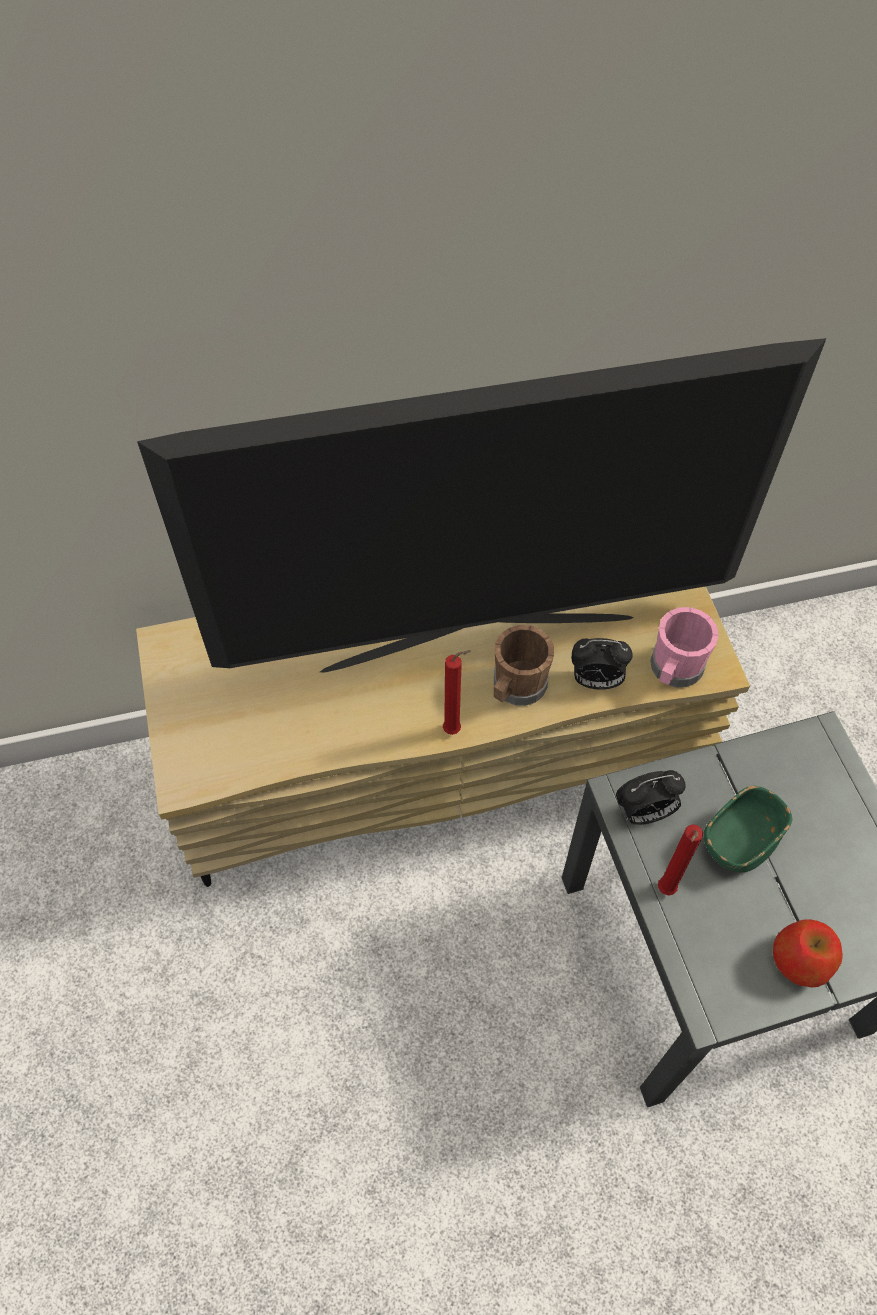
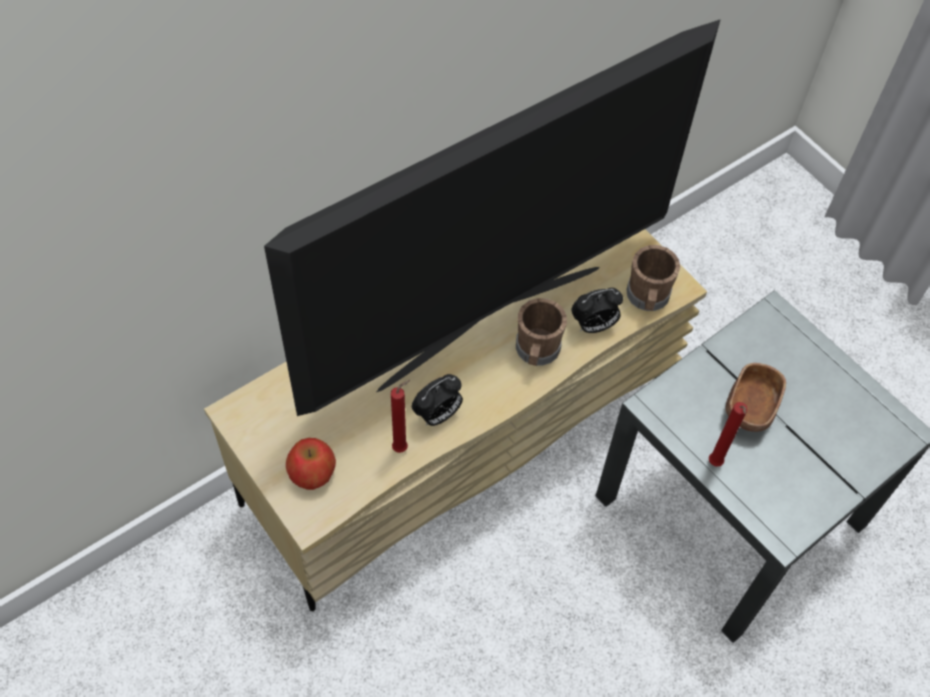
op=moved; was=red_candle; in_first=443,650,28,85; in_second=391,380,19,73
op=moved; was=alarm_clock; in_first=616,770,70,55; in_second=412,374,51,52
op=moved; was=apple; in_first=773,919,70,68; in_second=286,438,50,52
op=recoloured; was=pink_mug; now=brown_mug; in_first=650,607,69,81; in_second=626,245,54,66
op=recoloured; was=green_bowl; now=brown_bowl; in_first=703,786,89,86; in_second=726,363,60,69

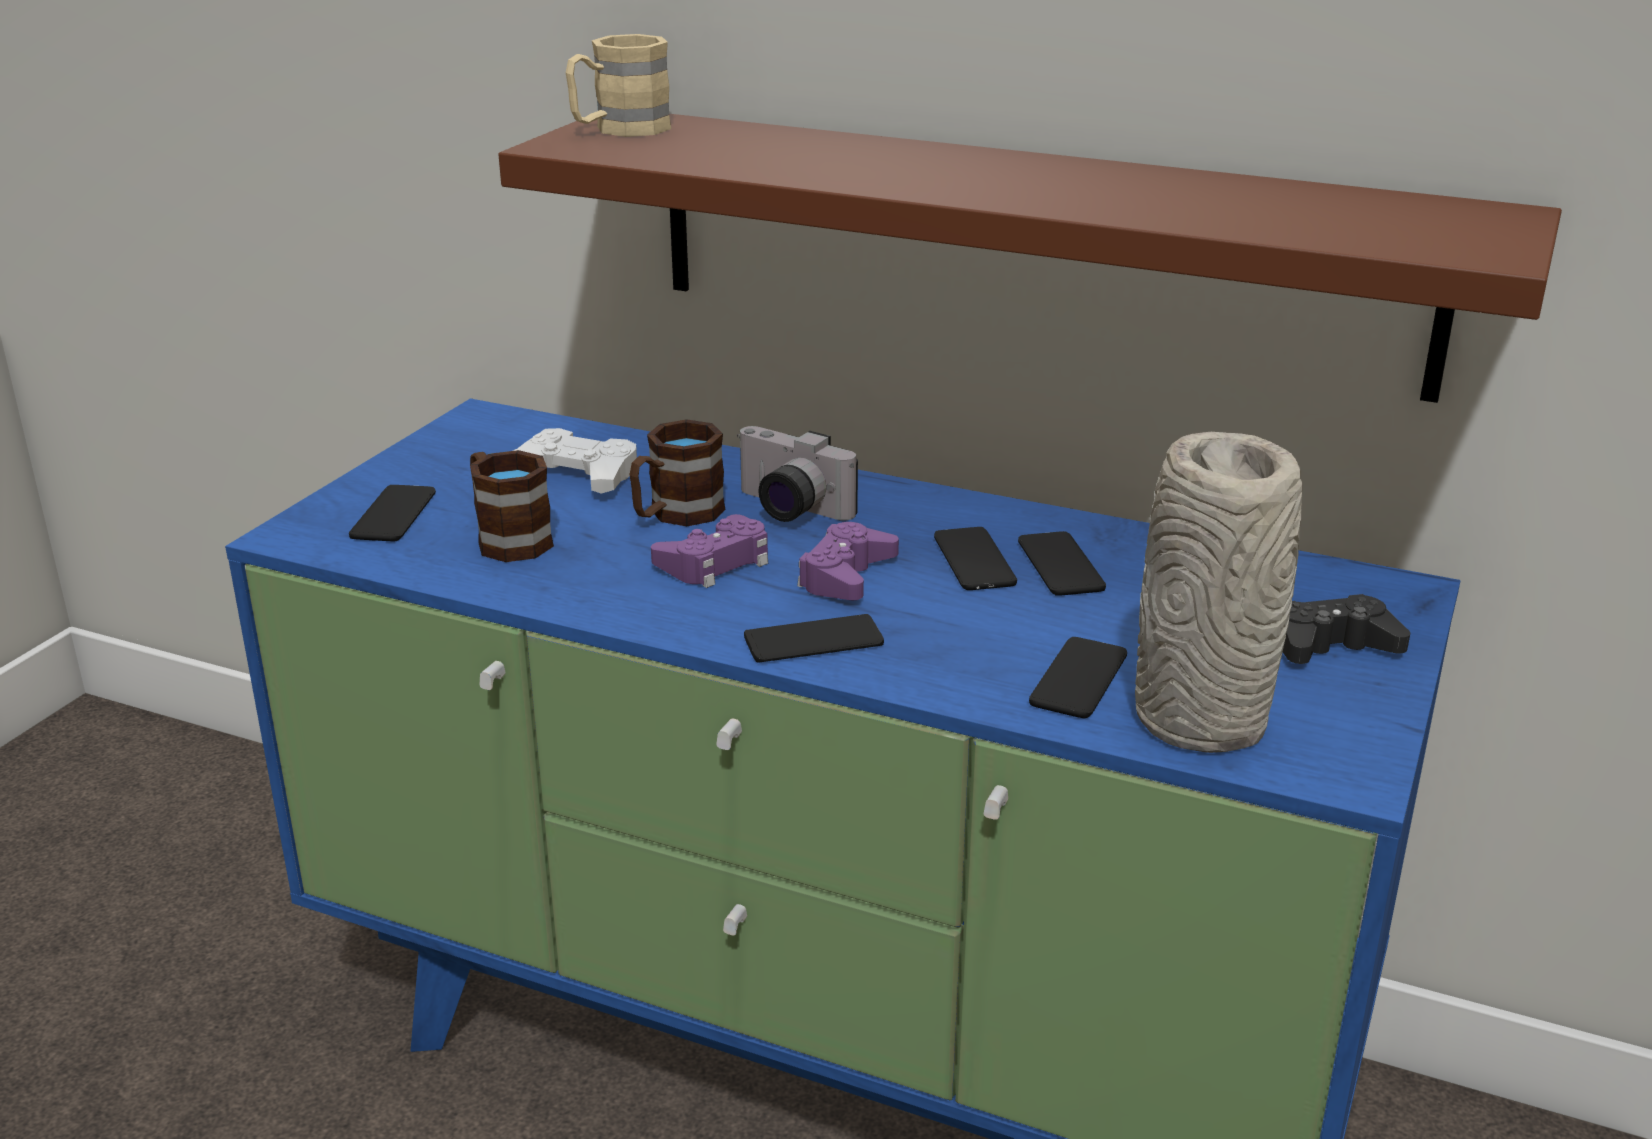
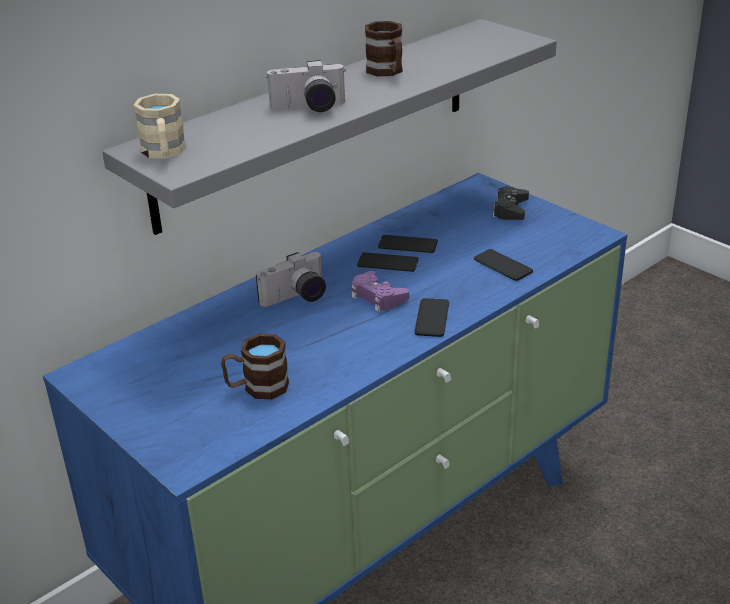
op=removed; was=phone; in_first=349,485,87,56
op=removed; was=white_game_controller; in_first=513,428,124,66
op=removed; was=purple_game_controller; in_first=651,514,117,74
op=removed; was=grey_vase; in_first=1135,432,168,321
op=added; now=photo_camera; in_second=266,60,80,52
op=moved; was=brown_mug; in_first=629,419,96,107; in_second=365,21,38,56
op=recoloured; was=brown_shelf; now=grey_shelf; in_first=498,114,1064,289; in_second=102,19,455,216

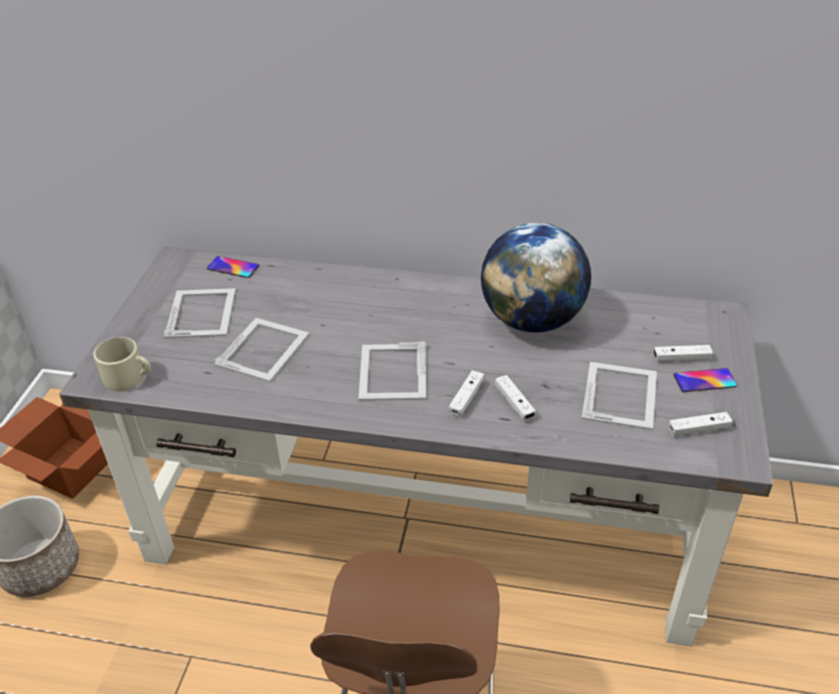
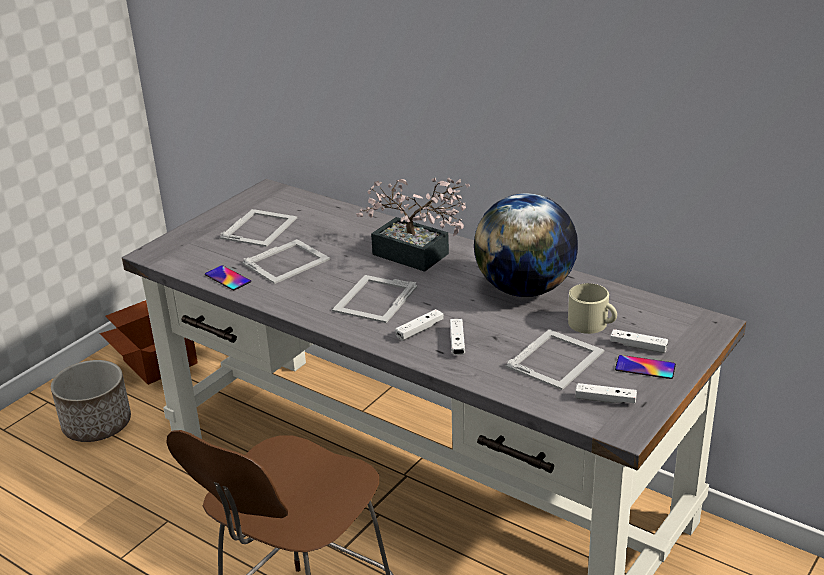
op=added; now=potted_plant; in_second=356,178,114,94
op=moved; was=beige_mug; in_first=94,337,57,55; in_second=568,283,49,51
op=moved; was=phone; in_first=207,256,52,22; in_second=205,265,46,25

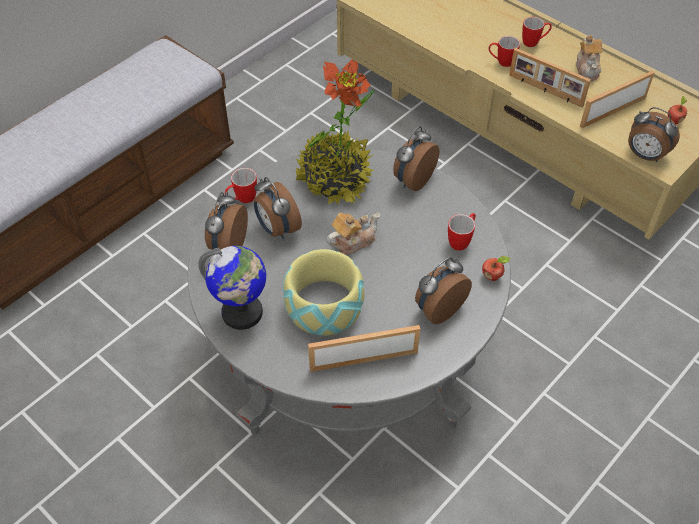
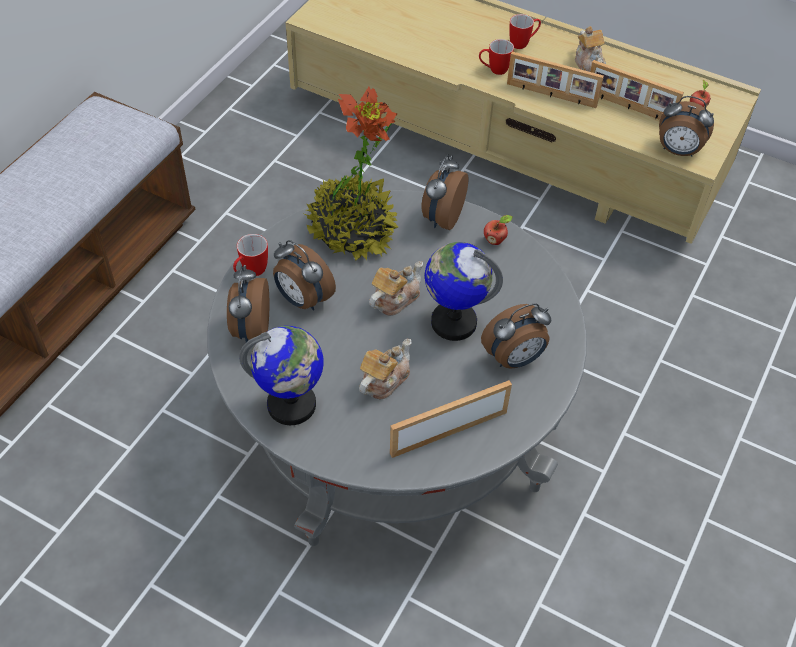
op=removed; was=mug; in_first=448,213,28,38
op=added; now=globe; in_second=425,242,78,99
op=moved; was=apple; in_first=482,256,28,25; in_second=484,215,29,30
op=replaced; was=bowl; now=teapot; in_first=283,249,82,87; in_second=359,339,53,60
op=turned; was=alarm_clock; in_first=415,257,57,67; in_second=481,303,70,66; clockwise=-150
op=turned; was=picture_frame; in_first=580,71,74,57; in_second=590,60,94,60; clockwise=-105

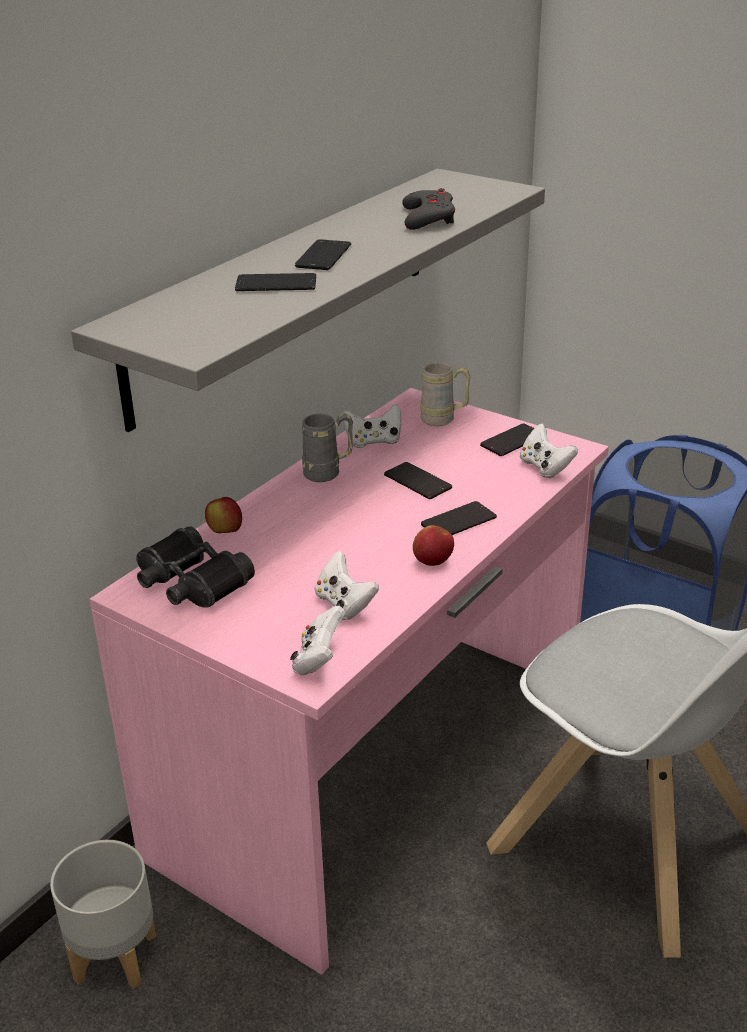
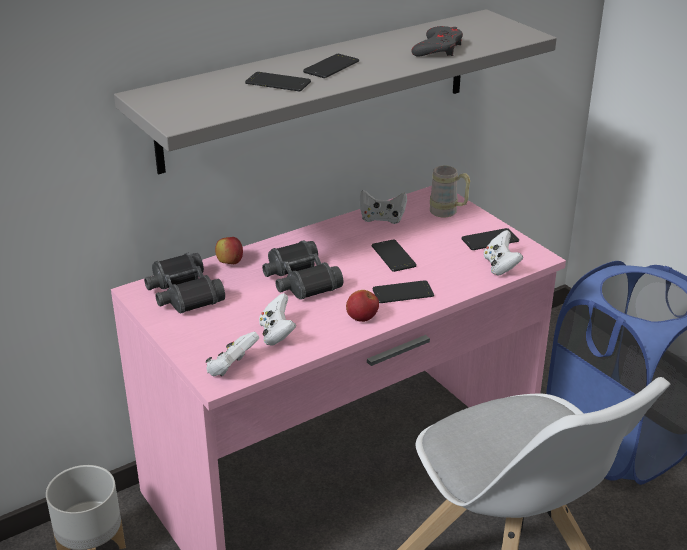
op=removed; was=grey_mug; in_first=302,413,51,69
op=added; now=black_binoculars; in_second=262,240,81,59

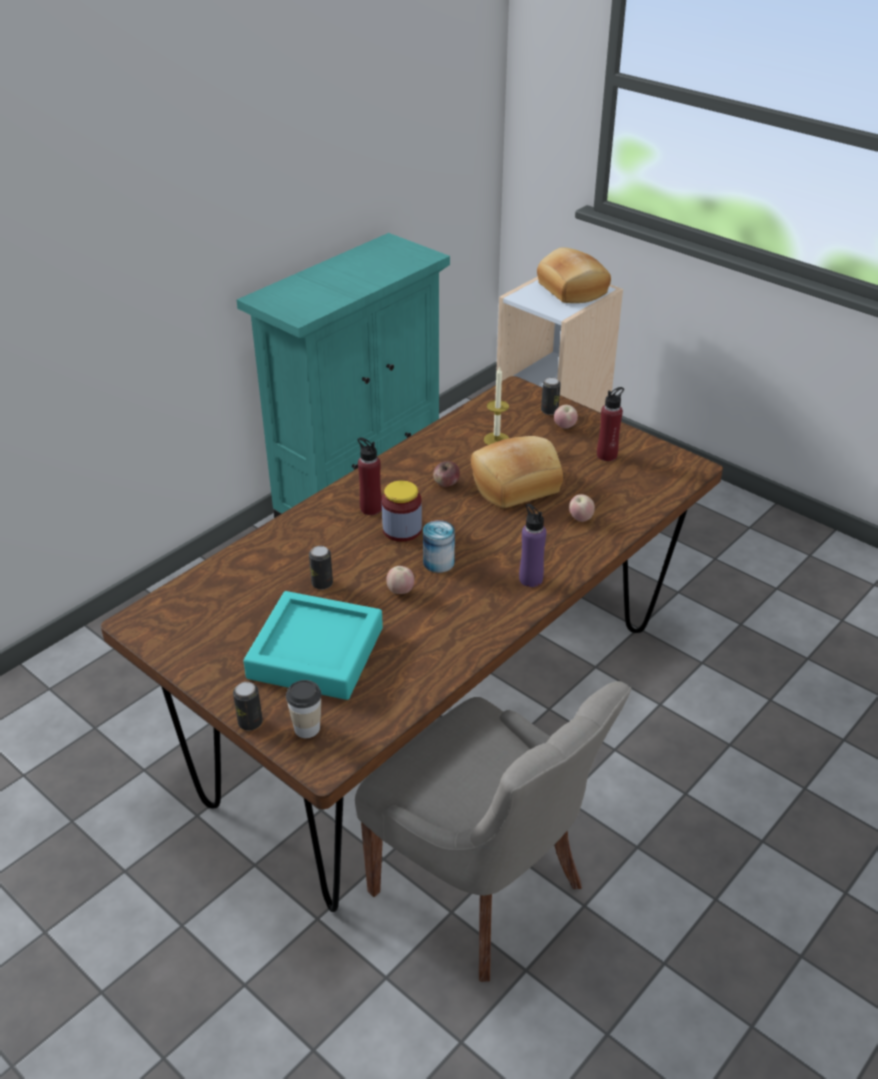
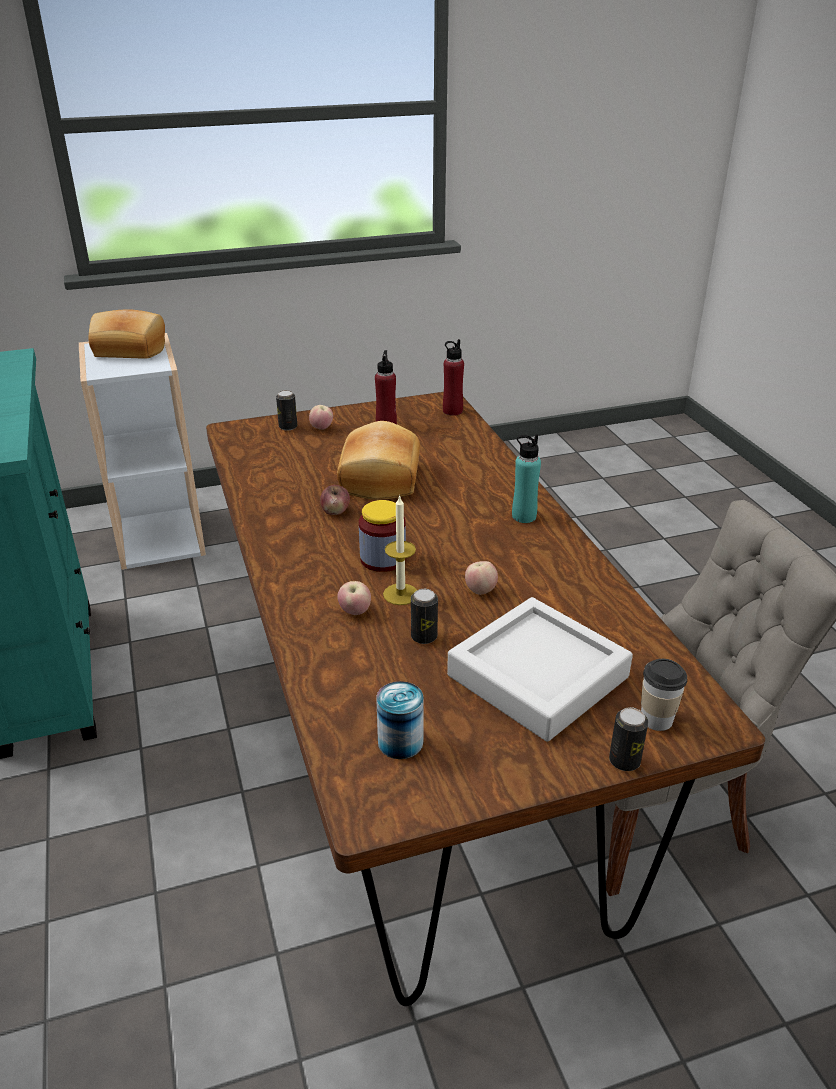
op=moved; was=red_bottle; in_first=357,437,25,78; in_second=443,339,21,77
op=moved; was=can; in_first=423,520,32,53; in_second=376,681,48,78
op=moved; was=candle; in_first=484,366,25,79; in_second=383,495,34,110
op=moved; was=apple; in_first=569,494,26,28; in_second=337,581,34,34
op=recoloured; was=turquoise_tray; now=grey_tray; in_first=244,591,139,109; in_second=447,597,186,145
op=recoloured; was=purple_bottle; now=turquoise_bottle; in_first=519,504,28,83; in_second=512,434,29,89

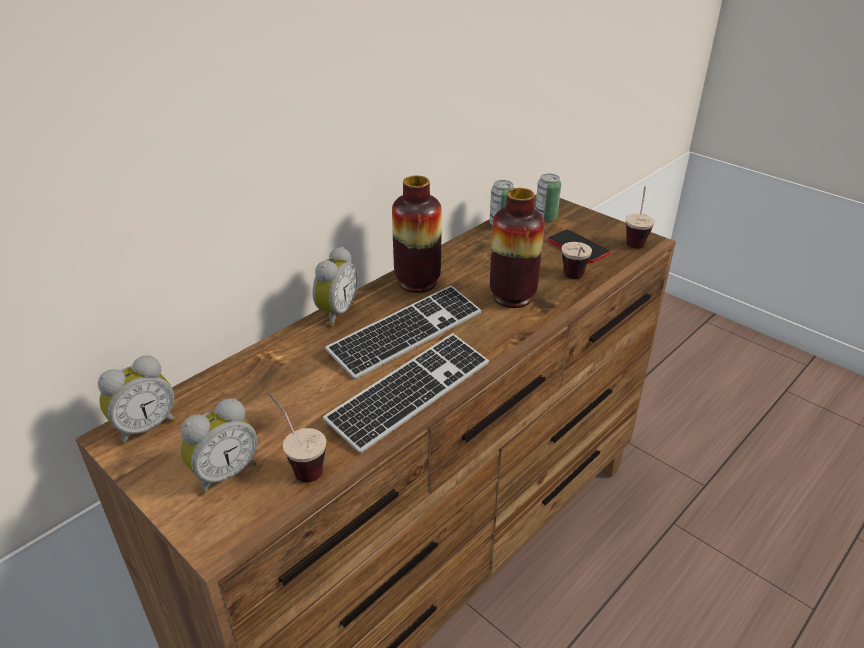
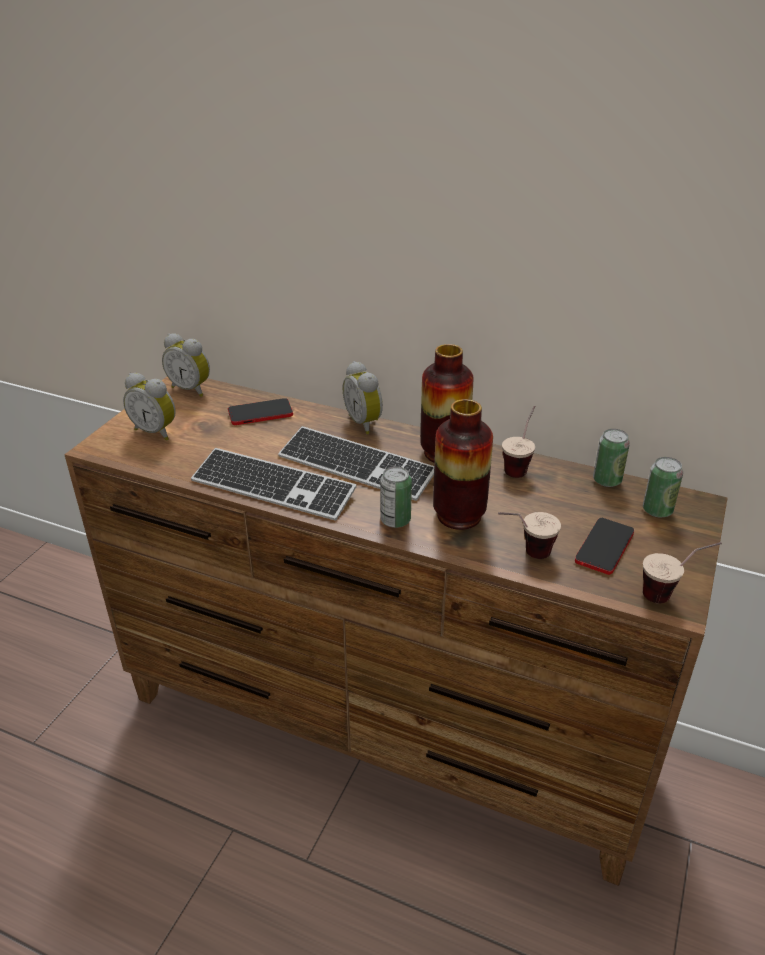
op=added; now=phone; in_second=228,398,65,27
op=added; now=can; in_second=380,466,32,62
op=moved; was=cup; in_first=268,393,58,89; in_second=502,406,34,72
op=turned; was=alarm_clock; in_first=312,247,46,79; in_second=343,361,40,73; clockwise=60

